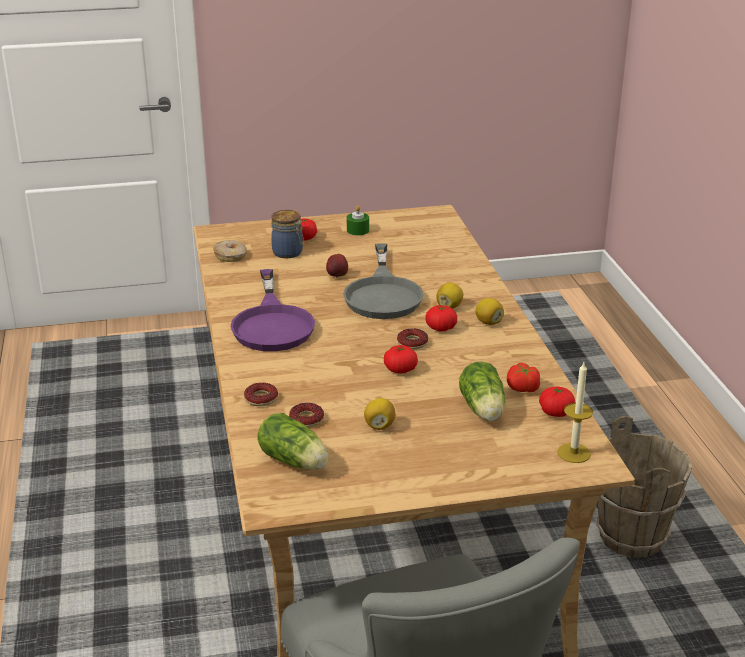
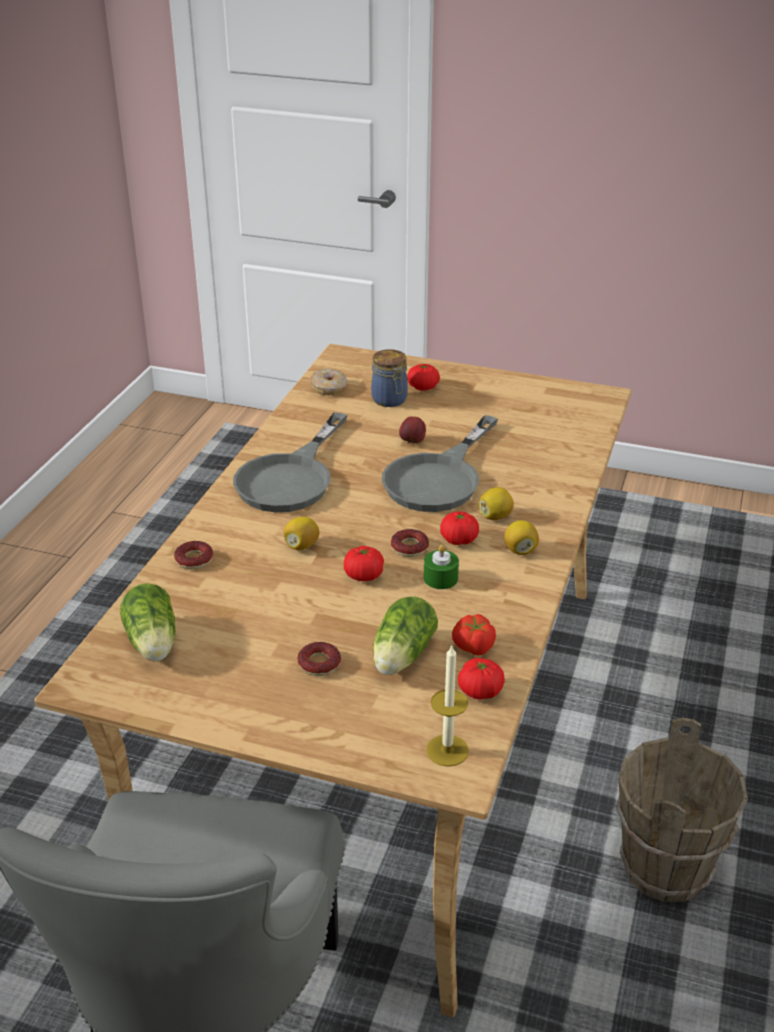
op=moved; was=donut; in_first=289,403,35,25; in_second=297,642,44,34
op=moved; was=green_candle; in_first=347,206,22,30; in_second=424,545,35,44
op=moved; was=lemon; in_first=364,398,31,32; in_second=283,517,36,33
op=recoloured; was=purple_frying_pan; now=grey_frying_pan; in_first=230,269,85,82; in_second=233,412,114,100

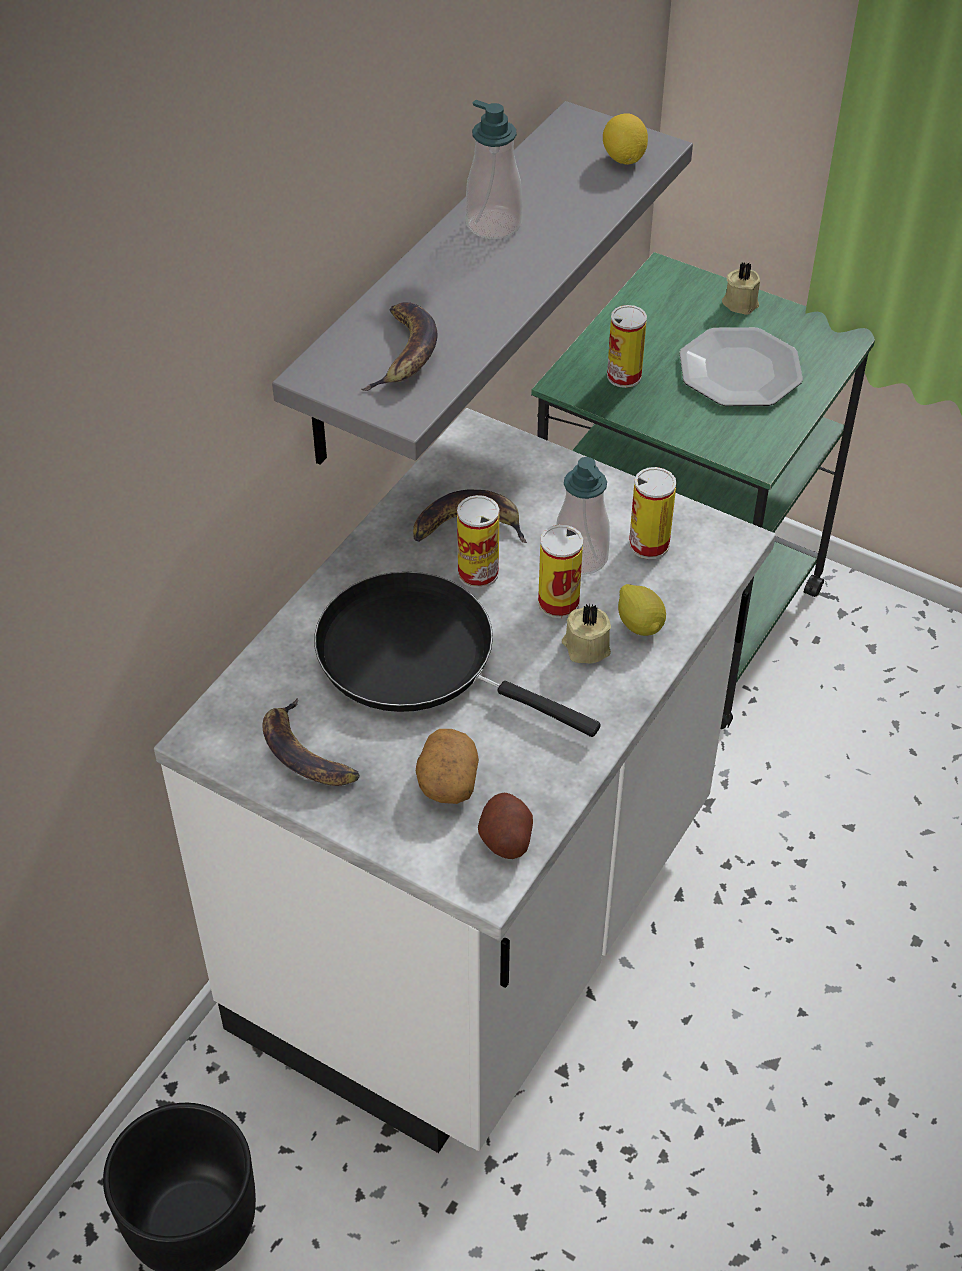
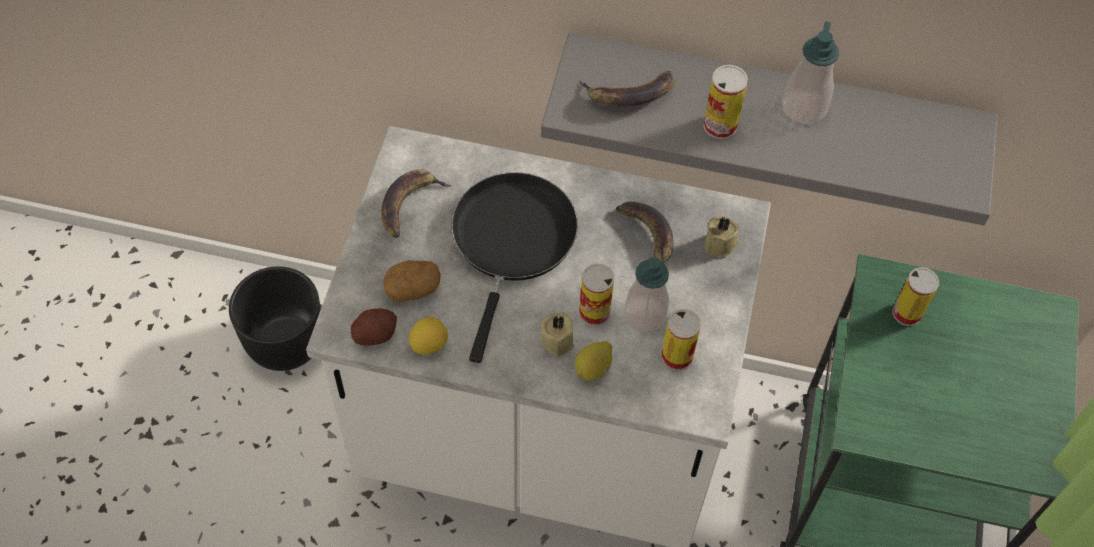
op=removed; was=plate; in_first=680,327,123,79
op=moved; was=can; in_first=457,495,42,93; in_second=703,64,45,75
op=moved; was=lemon; in_first=603,113,45,52; in_second=409,317,39,38
op=moved; was=beige_candle; in_first=722,262,38,53; in_second=705,216,34,42

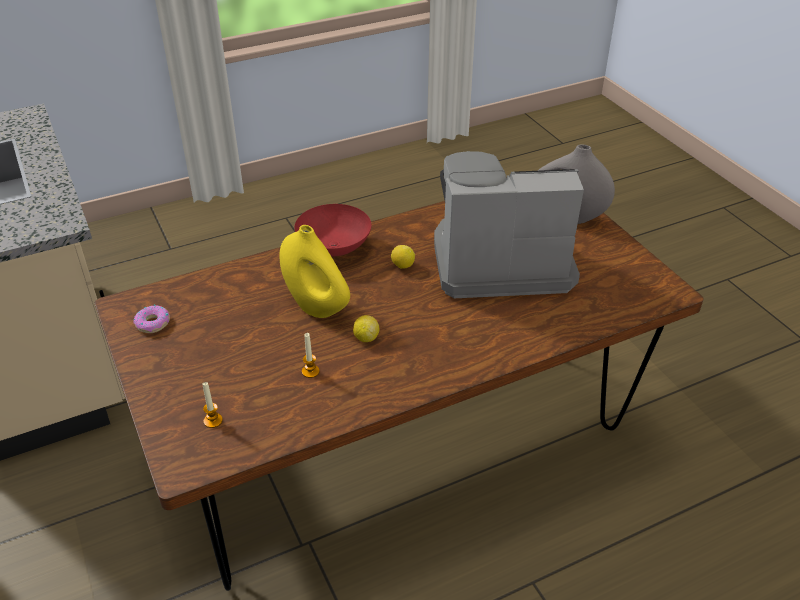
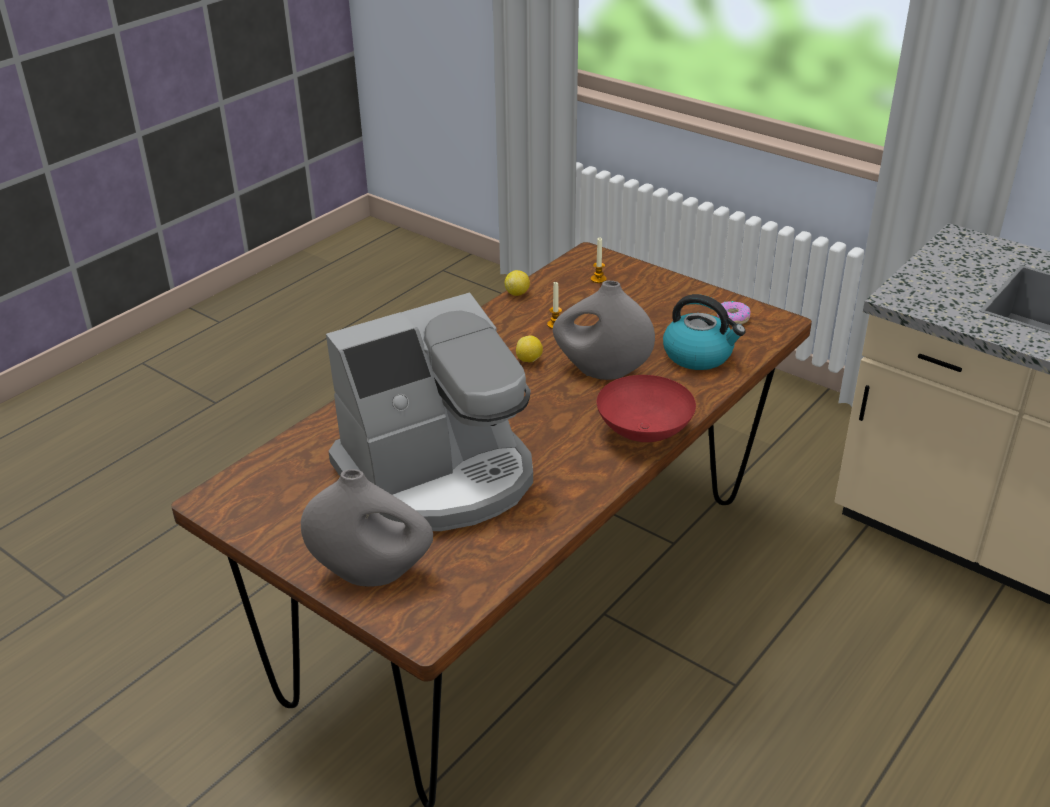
op=added; now=kettle; in_second=663,294,83,76
op=moved; was=lemon; in_first=391,245,24,24; in_second=504,270,26,26
op=recoloured; was=yellow_vase; now=grey_vase; in_first=280,225,70,93; in_second=553,281,102,99

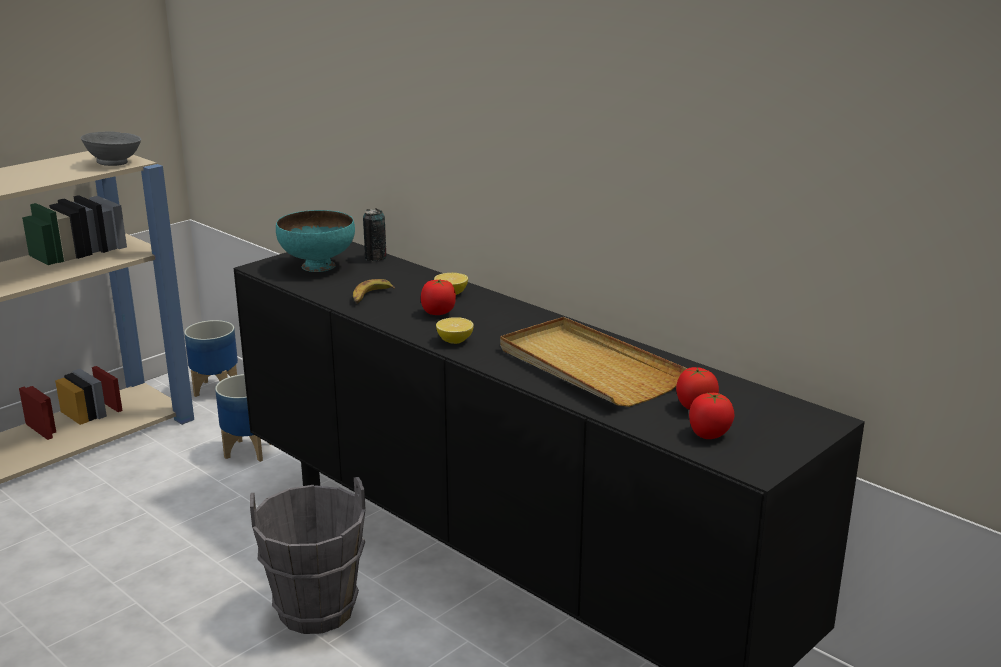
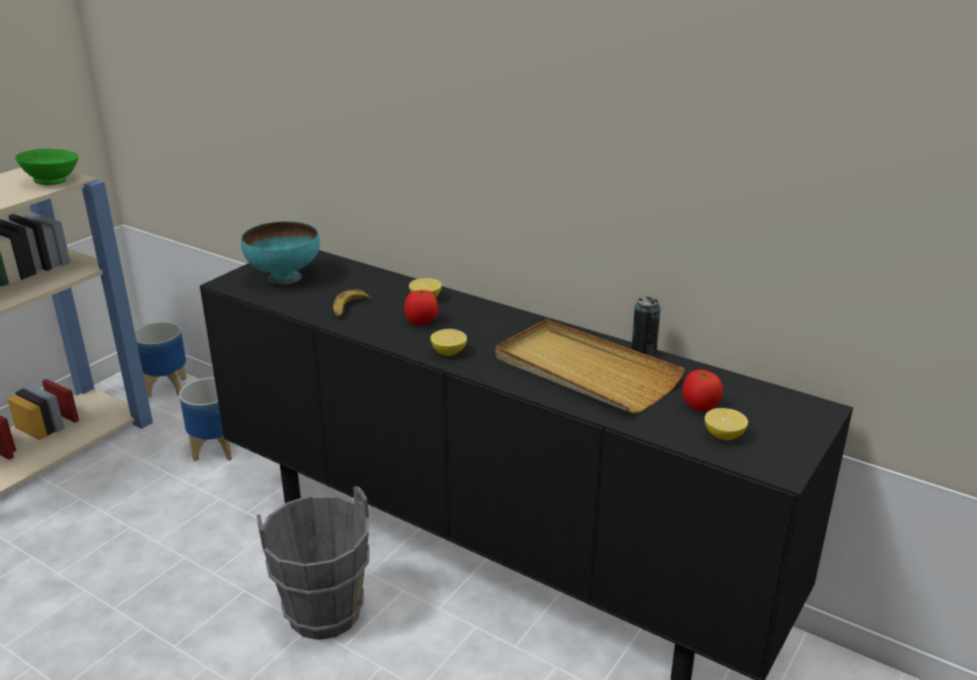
op=moved; was=can; in_first=363,209,24,52; in_second=632,297,29,59
op=replaced; was=tomato; now=lemon; in_first=689,392,46,47; in_second=705,408,43,32
op=recoloured; was=grey_bowl; now=green_bowl; in_first=81,132,60,34; in_second=15,148,64,37

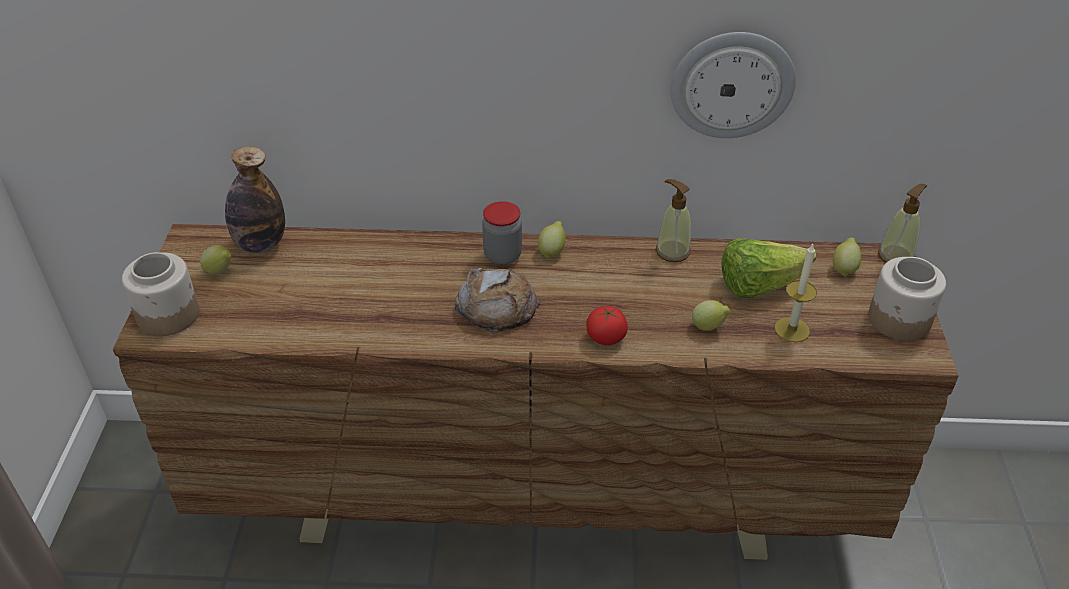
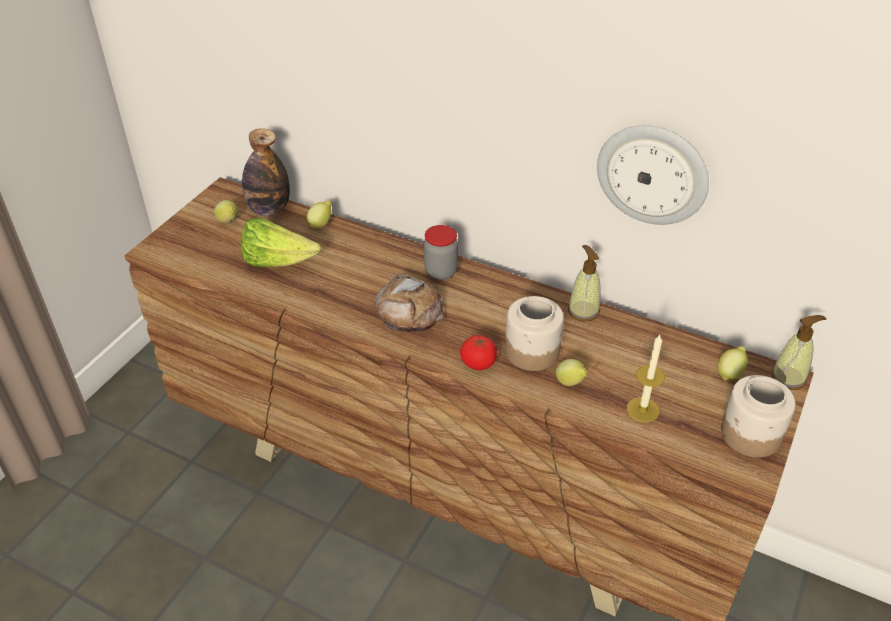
op=moved; was=jar; in_first=122,252,77,84; in_second=505,296,59,75
op=moved; was=lemon; in_first=538,221,28,38; in_second=307,201,25,27
op=moved; was=lettuce; in_first=721,238,95,60; in_second=241,217,80,50

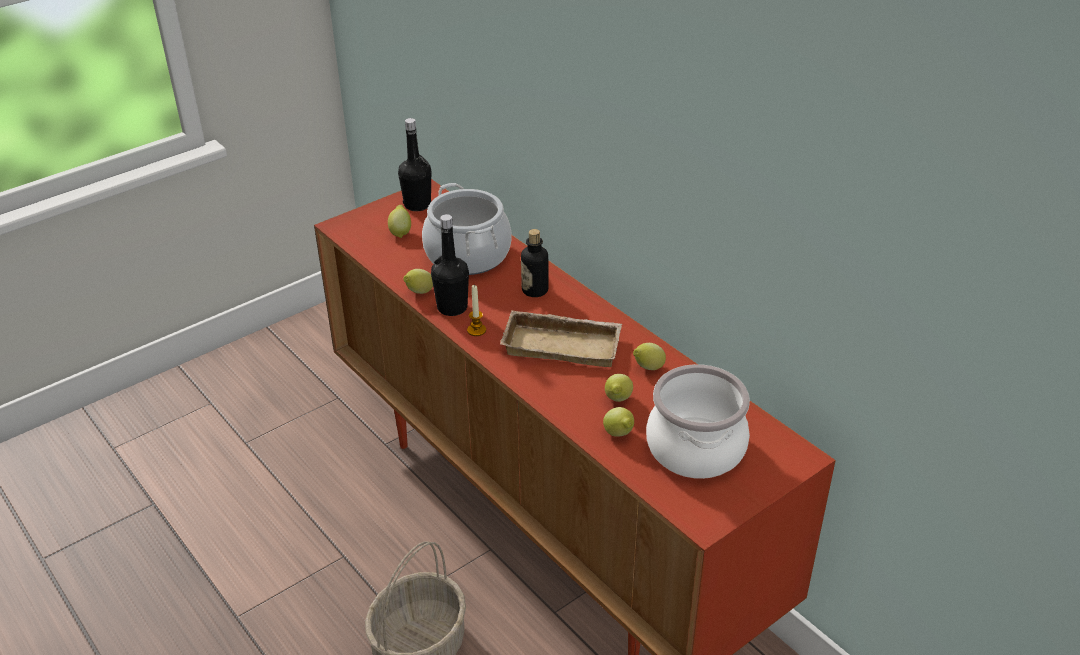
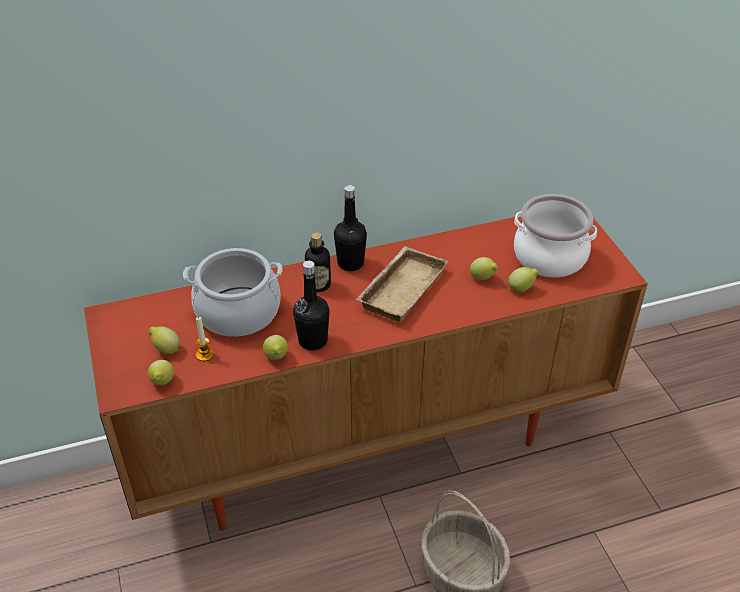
op=moved; was=black_bottle; in_first=398,118,33,93; in_second=334,185,33,86
op=moved; was=candle; in_first=467,285,19,51; in_second=196,317,18,44
op=moved; was=lemon; in_first=633,343,33,27; in_second=148,360,26,25

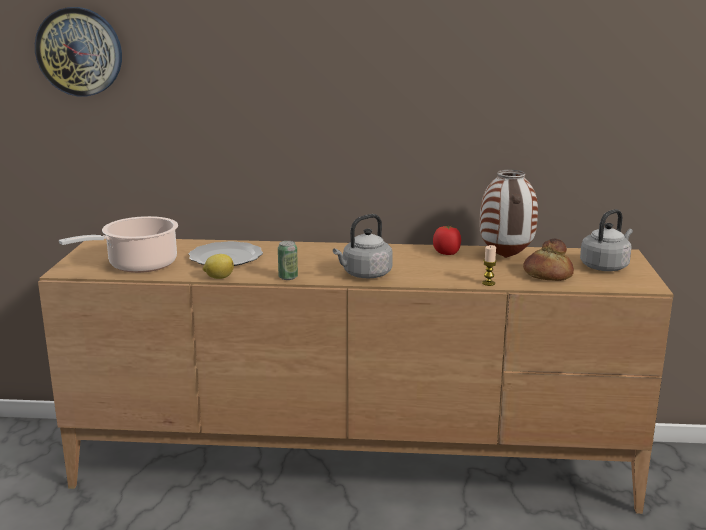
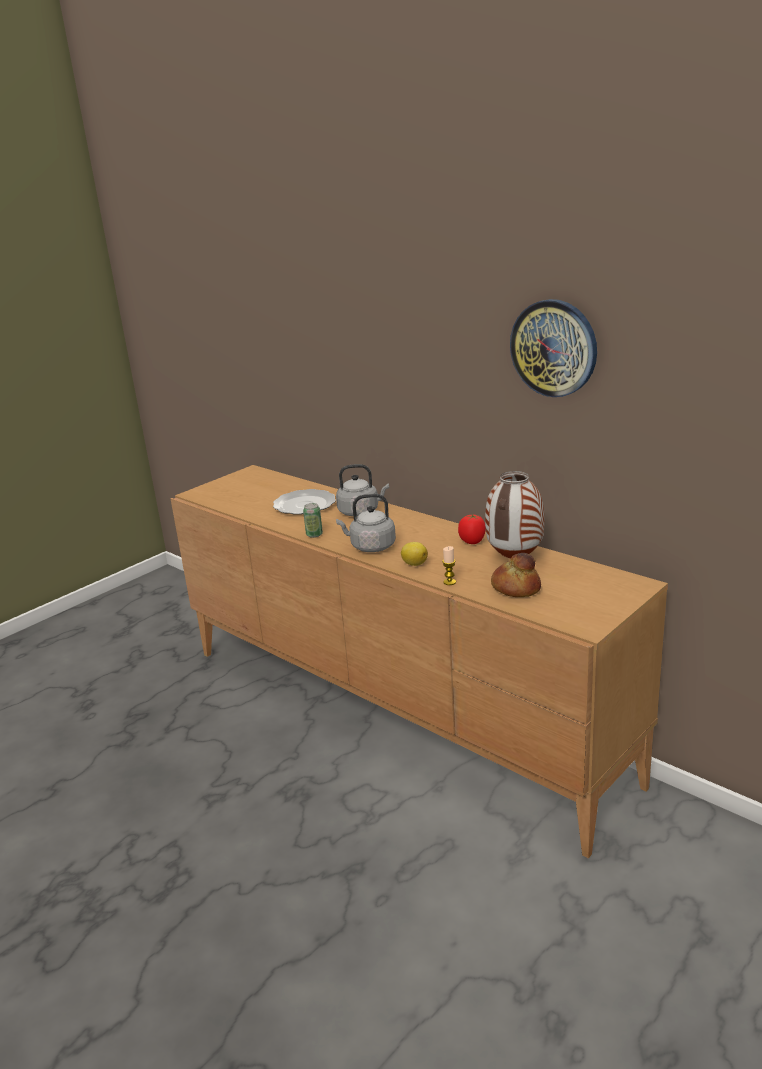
op=removed; was=cooking_pot; in_first=59,216,119,57
op=moved; was=wall_clock; in_first=35,7,87,90; in_second=510,299,87,98
op=moved; was=lemon; in_first=203,254,31,25; in_second=401,542,27,24
op=moved; was=grey_kettle; in_first=580,209,53,62; in_second=336,464,53,52

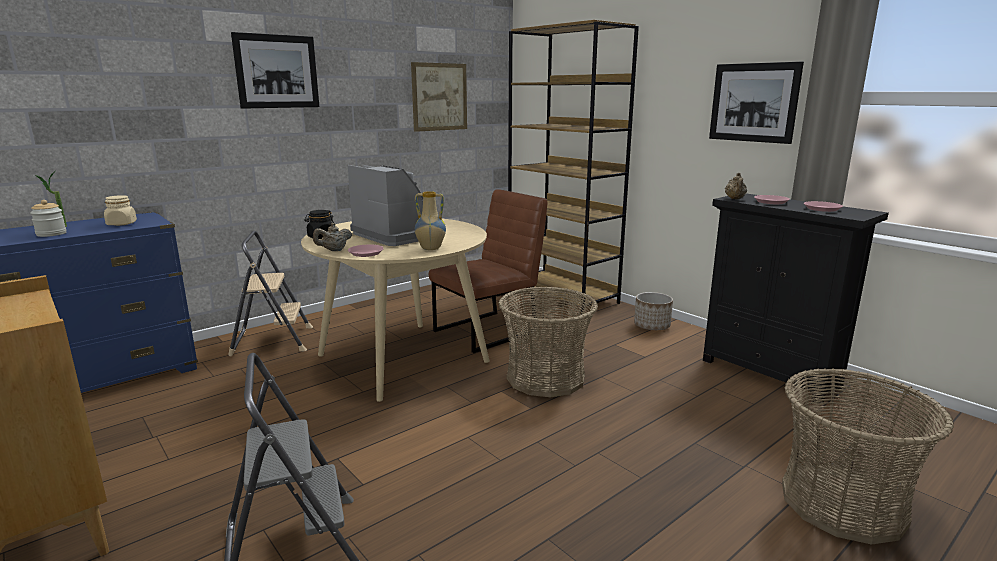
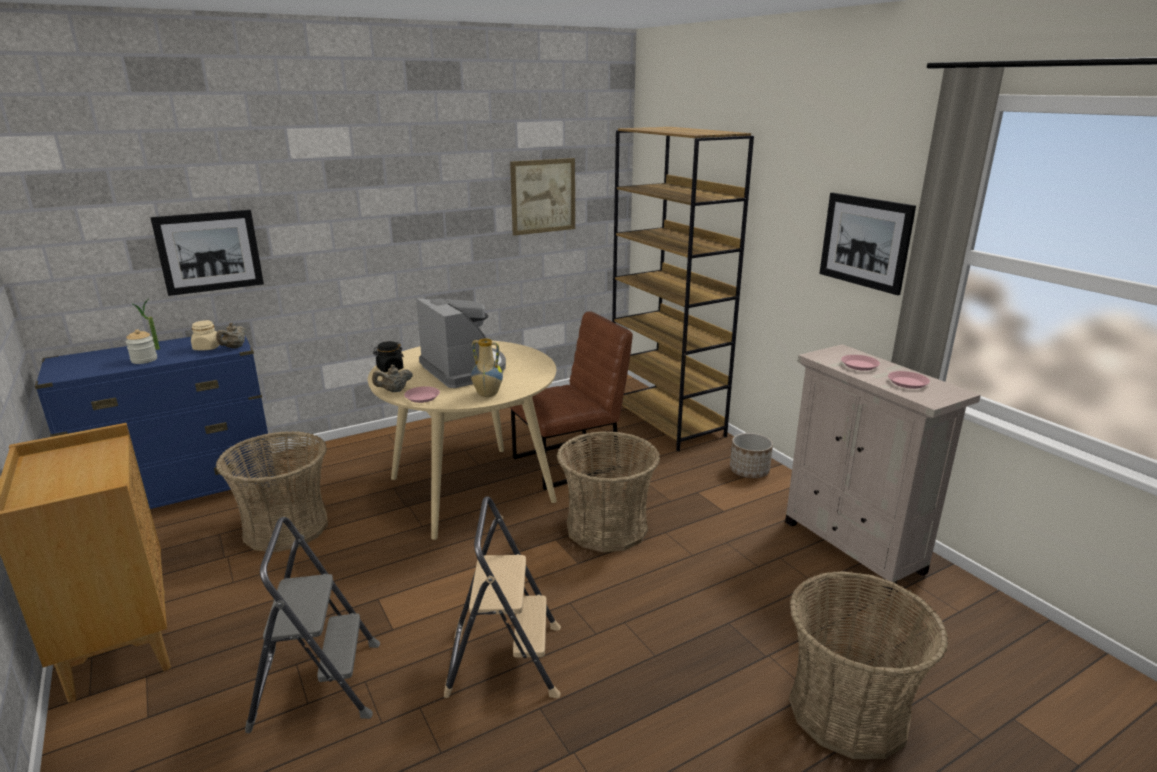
op=added; now=basket; in_second=216,431,112,121
op=moved; was=beige_step_ladder; in_first=229,231,84,125; in_second=444,496,117,202
op=moved; was=picture; in_first=231,32,88,77; in_second=150,210,114,86
op=moved; was=beige_teapot; in_first=725,173,22,26; in_second=216,323,31,26
op=recoloured; was=black_cabinet; now=beige_cabinet; in_first=703,193,186,210; in_second=785,344,196,248

